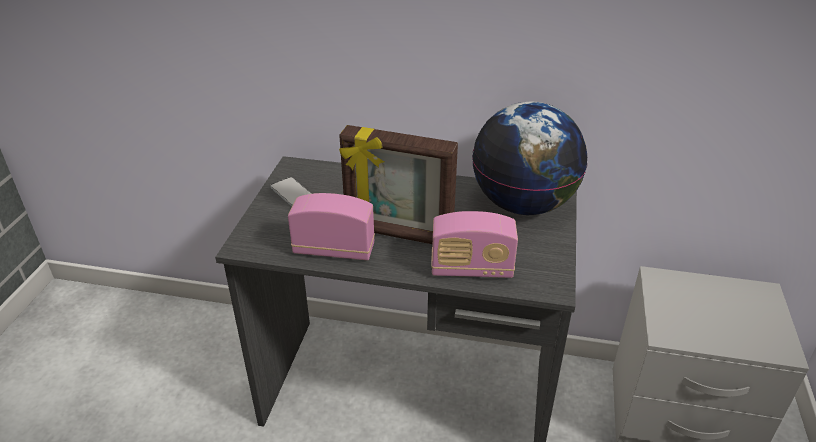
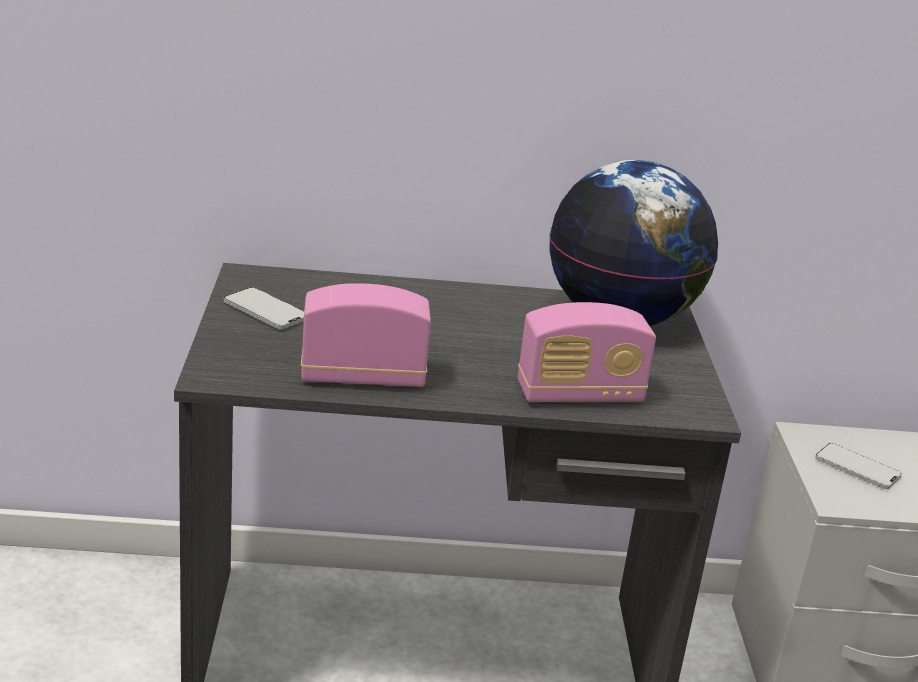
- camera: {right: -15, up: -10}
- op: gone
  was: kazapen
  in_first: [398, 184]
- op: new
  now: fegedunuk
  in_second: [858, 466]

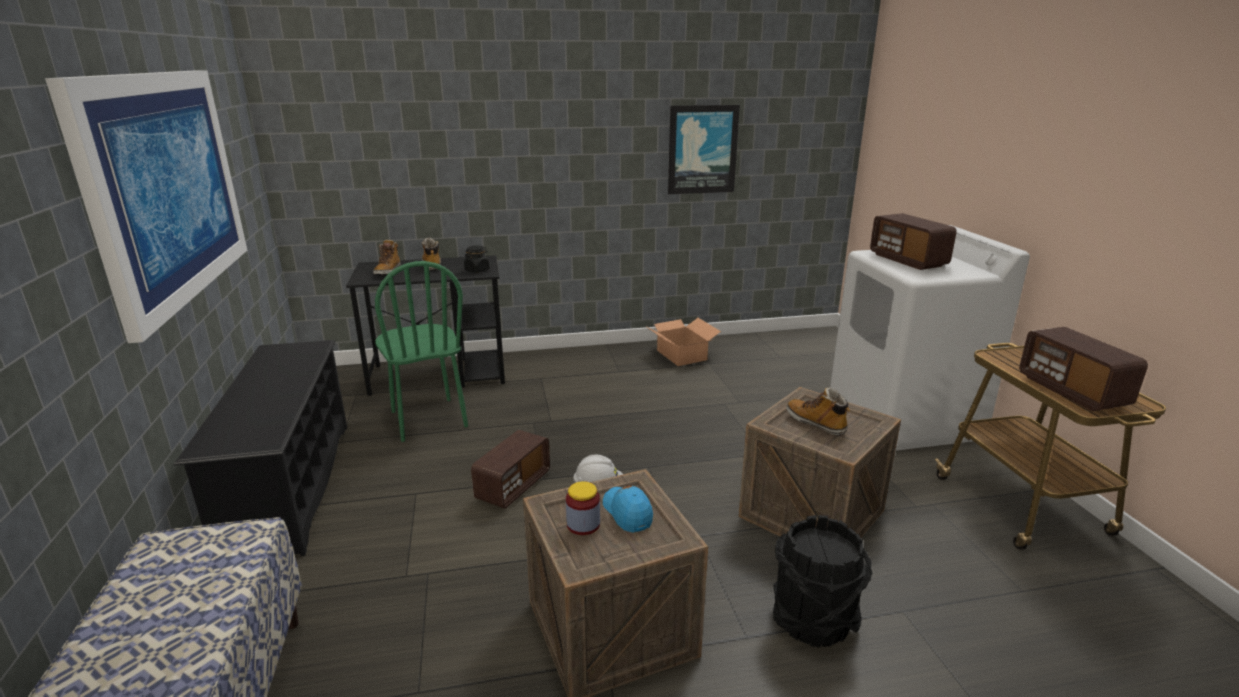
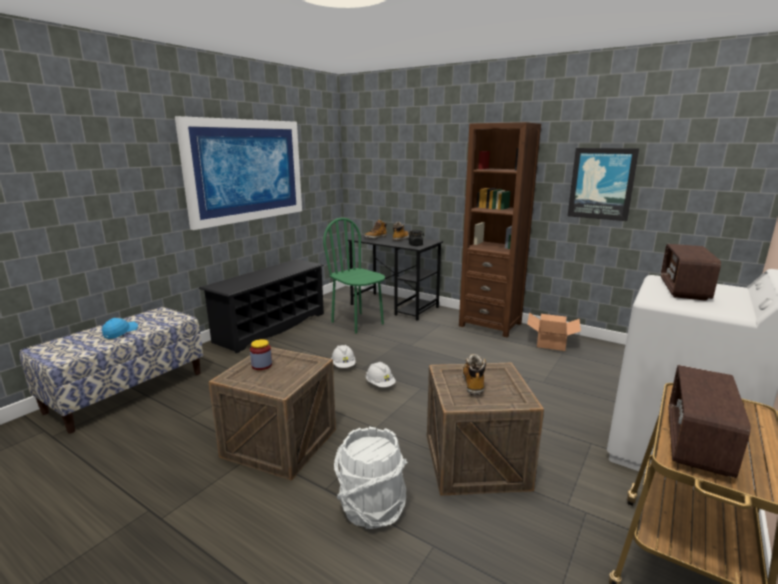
- camera: {right: 45, up: -5}
- op: rotated
  was: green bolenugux
  in_first: [421, 351]
  in_second: [354, 276]
  clockwise: 120
- op: swapped
  was: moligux
  now: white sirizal
  in_first: [510, 469]
  in_second: [343, 356]
- op: shifted
  was: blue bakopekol
  in_first: [628, 509]
  in_second: [120, 328]
- op: repainted
  was: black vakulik
  now: white vakulik
  in_first: [822, 581]
  in_second: [371, 477]
- op: new
  now: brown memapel
  in_second: [500, 229]

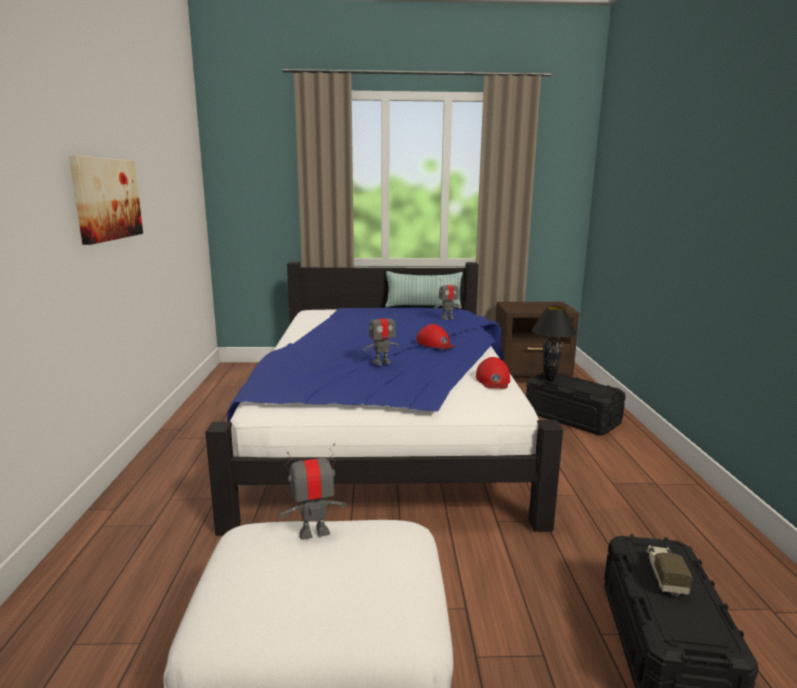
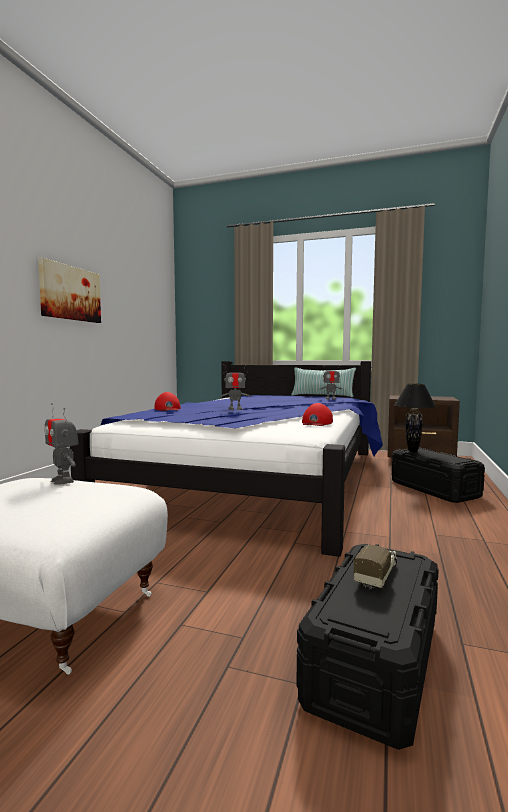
- camera: {right: 20, up: -10}
- op: rotated
  was: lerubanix
  in_first: [313, 491]
  in_second: [61, 444]
  clockwise: -135
- op: shifted
  was: red bakopekol
  in_first: [435, 336]
  in_second: [167, 401]

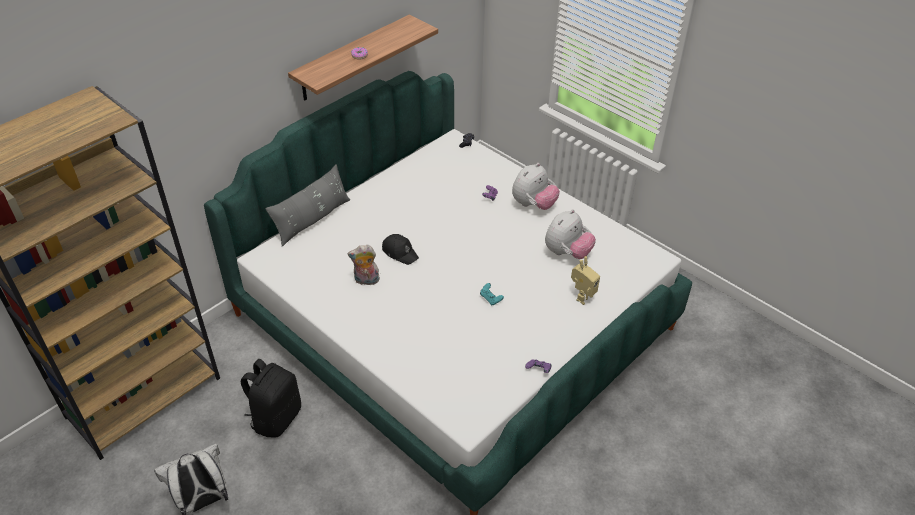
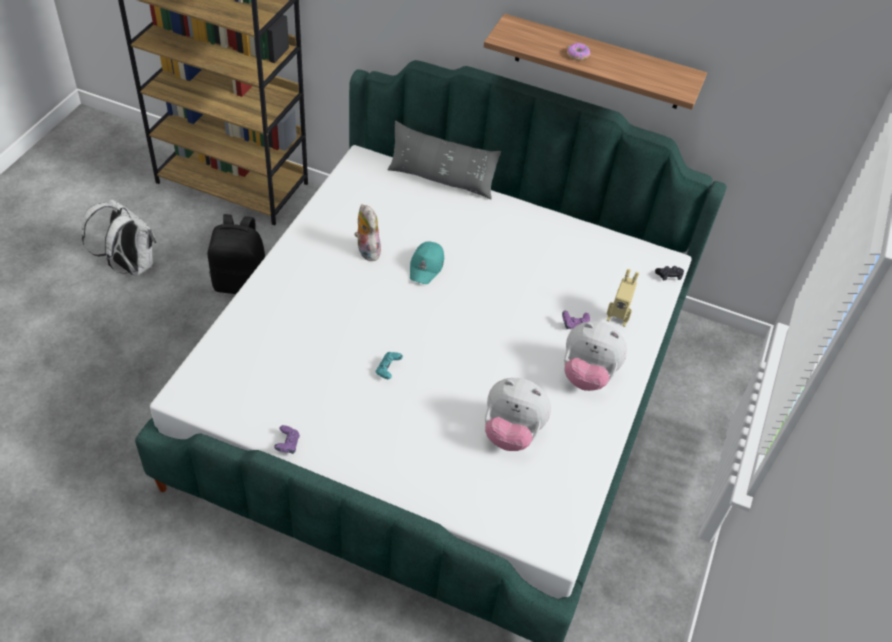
- camera: {right: 65, up: 5}
- op: repainted
  was: black bakopekol
  now: turquoise bakopekol
  in_first: [400, 249]
  in_second: [427, 262]
- op: shifted
  was: lerubanix
  in_first: [585, 280]
  in_second: [622, 298]

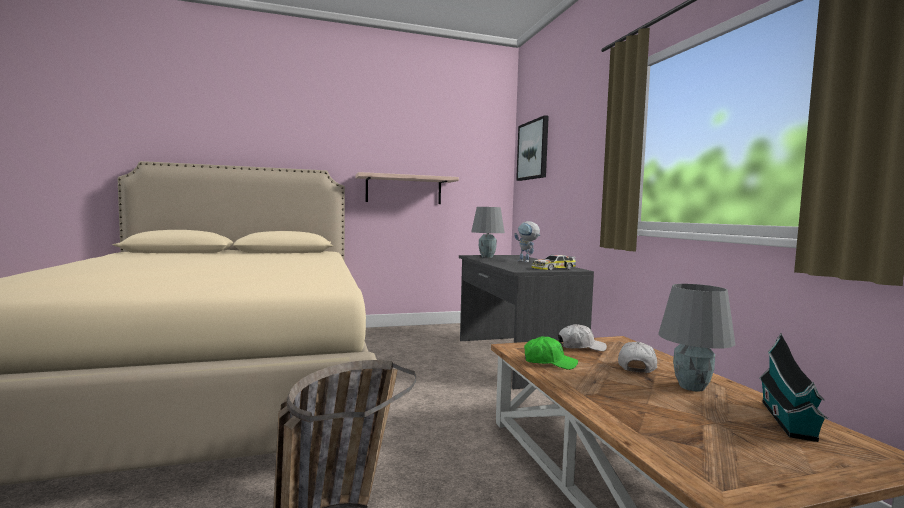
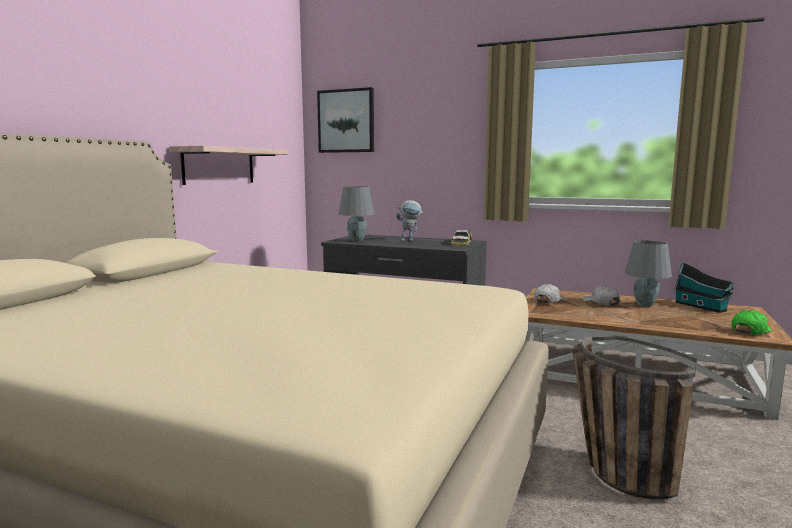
- camera: {right: -50, up: 5}
- op: shifted
  was: green bakopekol
  in_first: [551, 353]
  in_second: [751, 322]

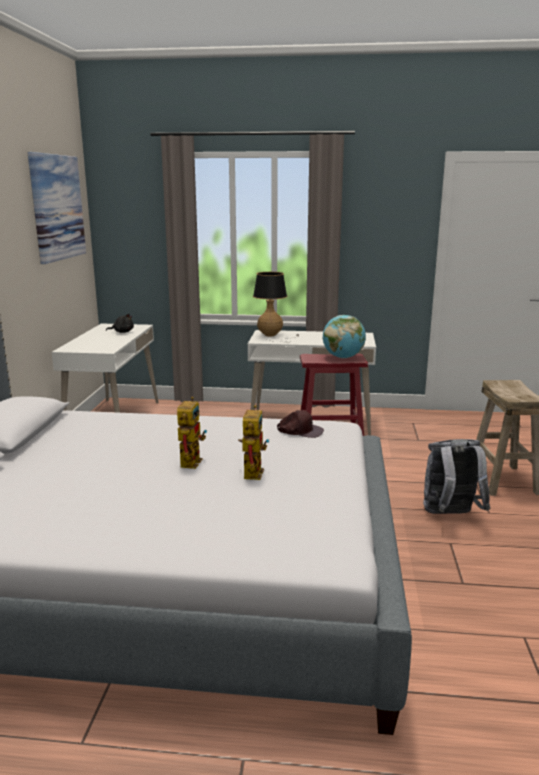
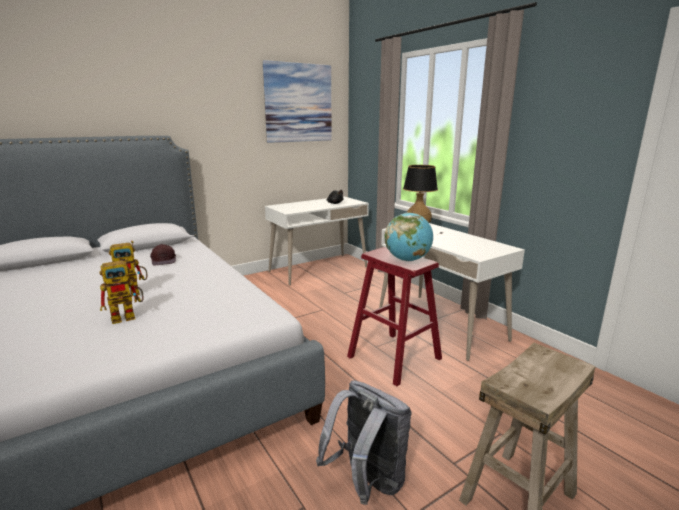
- camera: {right: 50, up: 0}
- op: shifted
  was: brown bakopekol
  in_first: [300, 424]
  in_second: [163, 255]

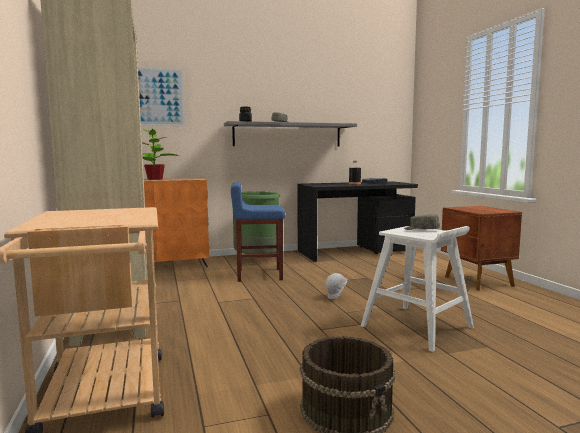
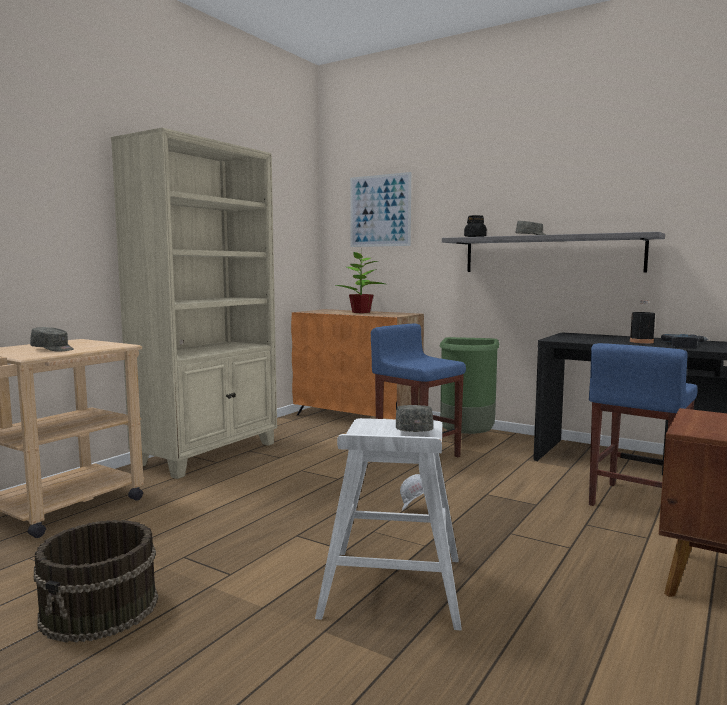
- camera: {right: 50, up: 0}
- op: new
  now: grey bakopekol
  in_second: [52, 339]
- op: new
  now: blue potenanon
  in_second: [643, 424]

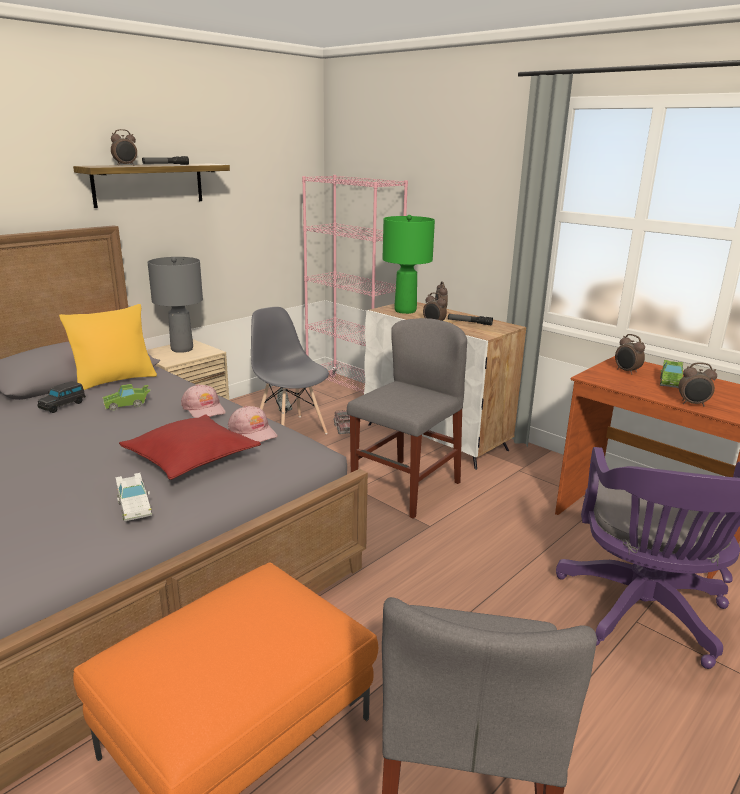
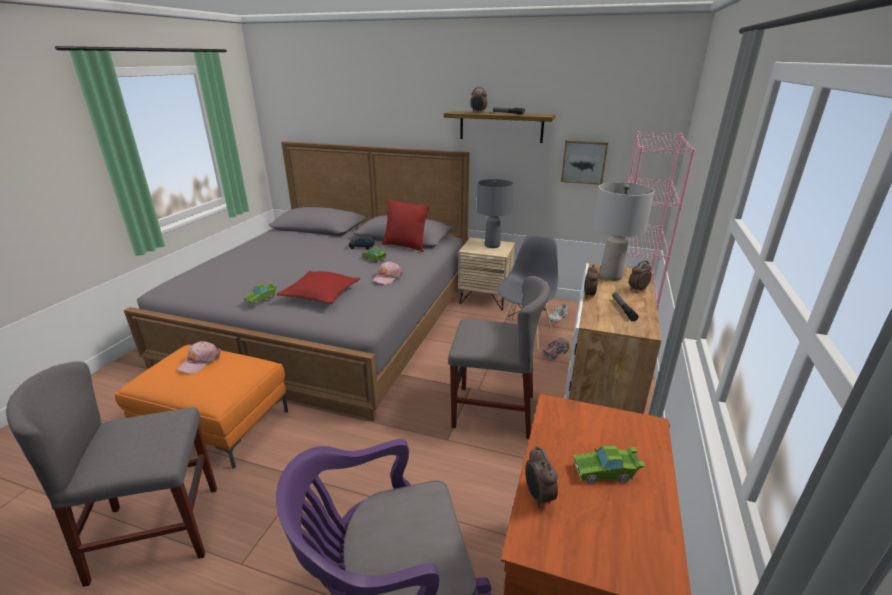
- camera: {right: 65, up: 5}
- op: repainted
  was: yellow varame
  now: red varame
  in_first: [108, 347]
  in_second: [406, 225]
- op: repainted
  was: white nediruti
  now: green nediruti
  in_first: [133, 497]
  in_second: [260, 293]
- op: shifted
  was: pink bakopekol
  in_first: [253, 424]
  in_second: [198, 357]
- op: repainted
  was: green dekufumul
  now: grey dekufumul
  in_first: [408, 264]
  in_second: [623, 231]
- op: gone
  was: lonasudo
  in_first: [630, 354]
- op: new
  now: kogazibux
  in_second: [584, 162]

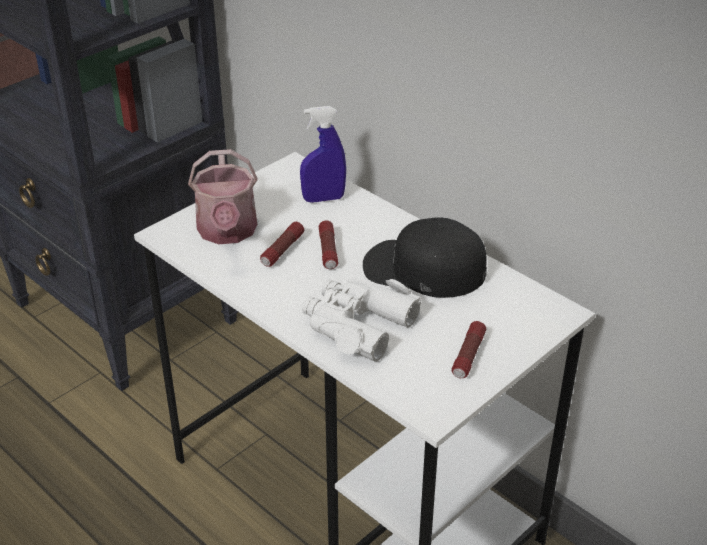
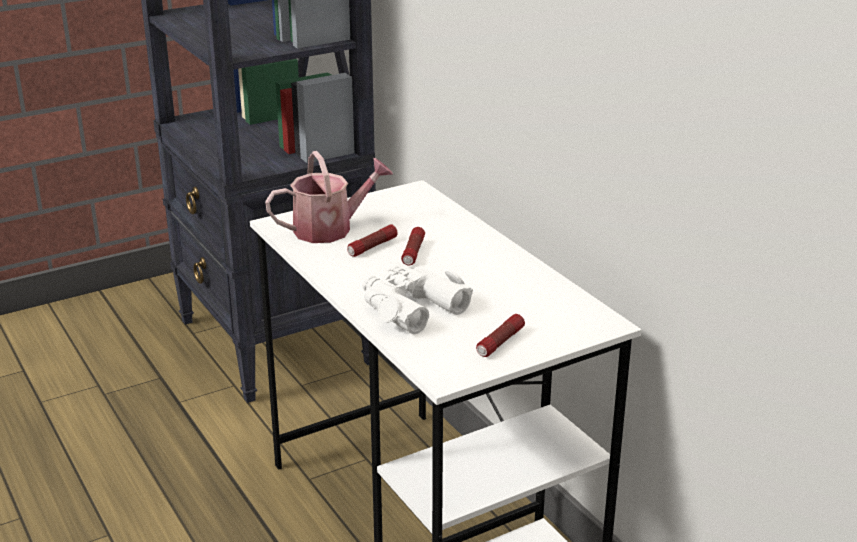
- camera: {right: 15, up: -10}
- op: rotated
  was: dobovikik
  in_first: [223, 196]
  in_second: [329, 197]
  clockwise: -120
- op: gone
  was: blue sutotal
  in_first: [323, 154]
- op: gone
  was: black bakopekol
  in_first: [425, 258]

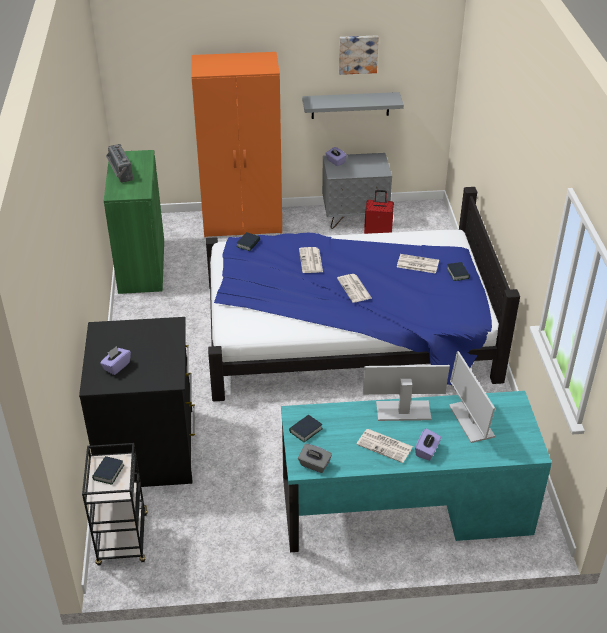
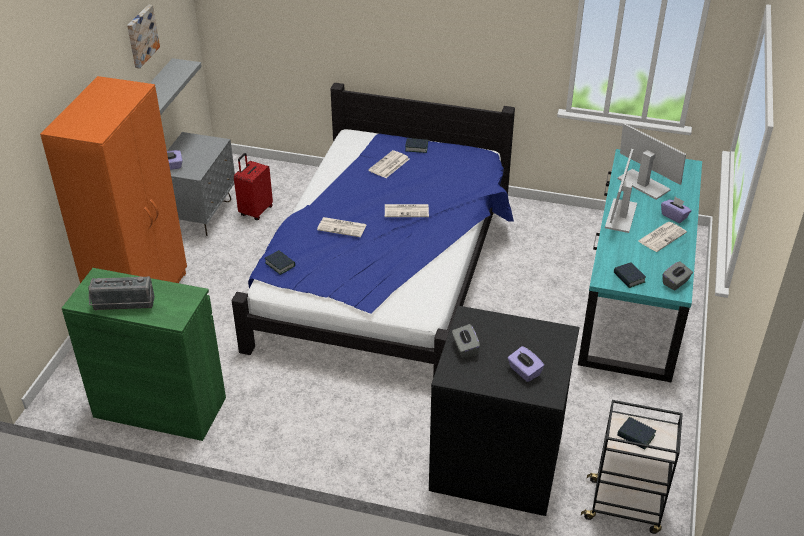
- camera: {right: -70, up: 0}
- op: rotated
  was: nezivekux
  in_first: [472, 397]
  in_second: [652, 161]
  clockwise: -135
- op: new
  now: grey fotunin
  in_second: [466, 341]

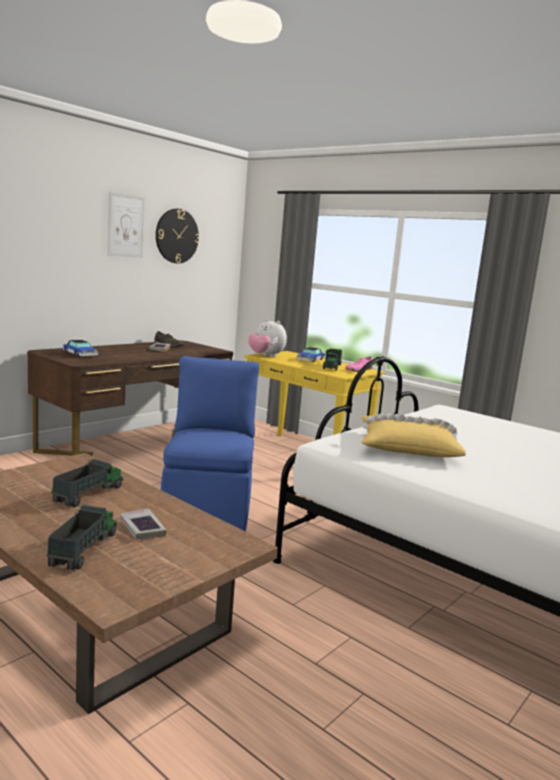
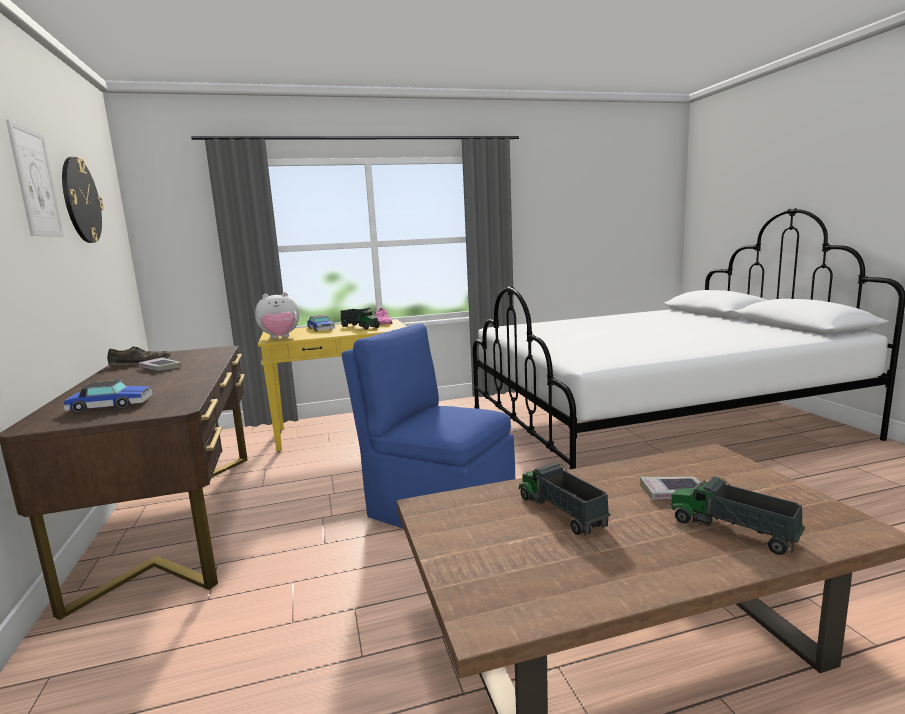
- camera: {right: -55, up: 0}
- op: gone
  was: yellow varame
  in_first: [414, 435]

